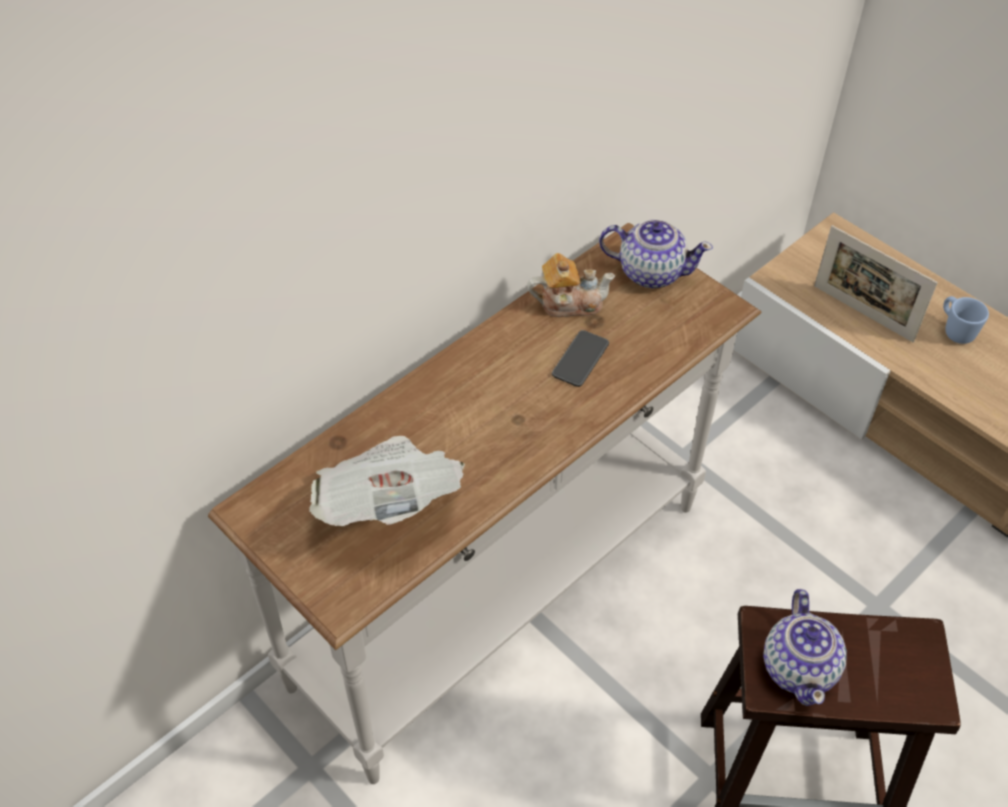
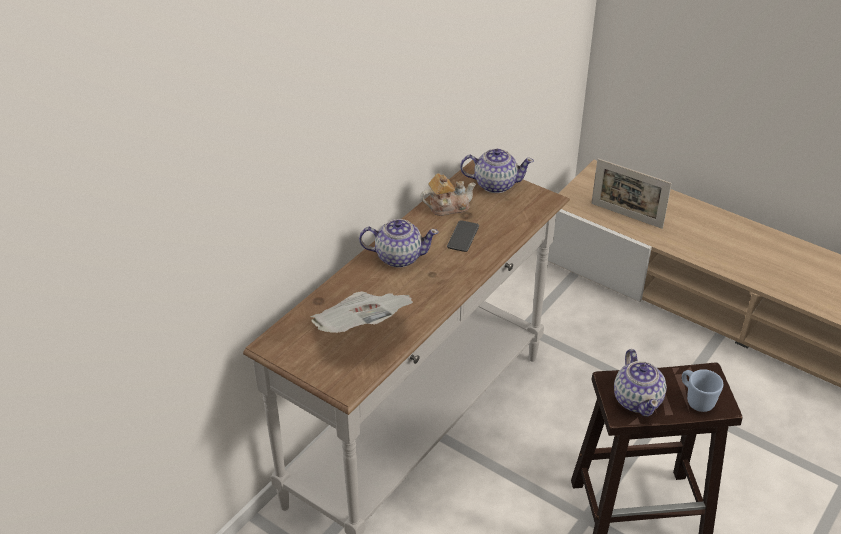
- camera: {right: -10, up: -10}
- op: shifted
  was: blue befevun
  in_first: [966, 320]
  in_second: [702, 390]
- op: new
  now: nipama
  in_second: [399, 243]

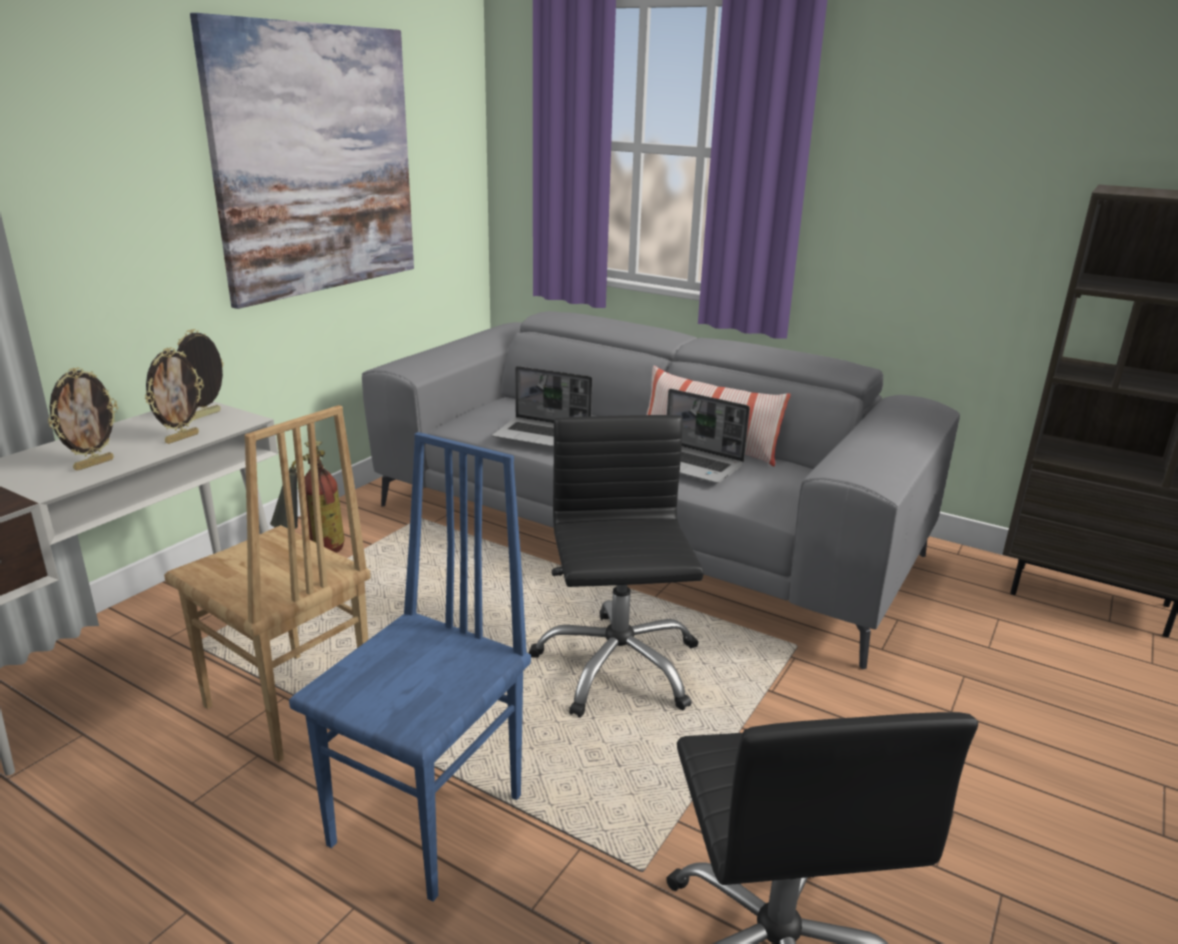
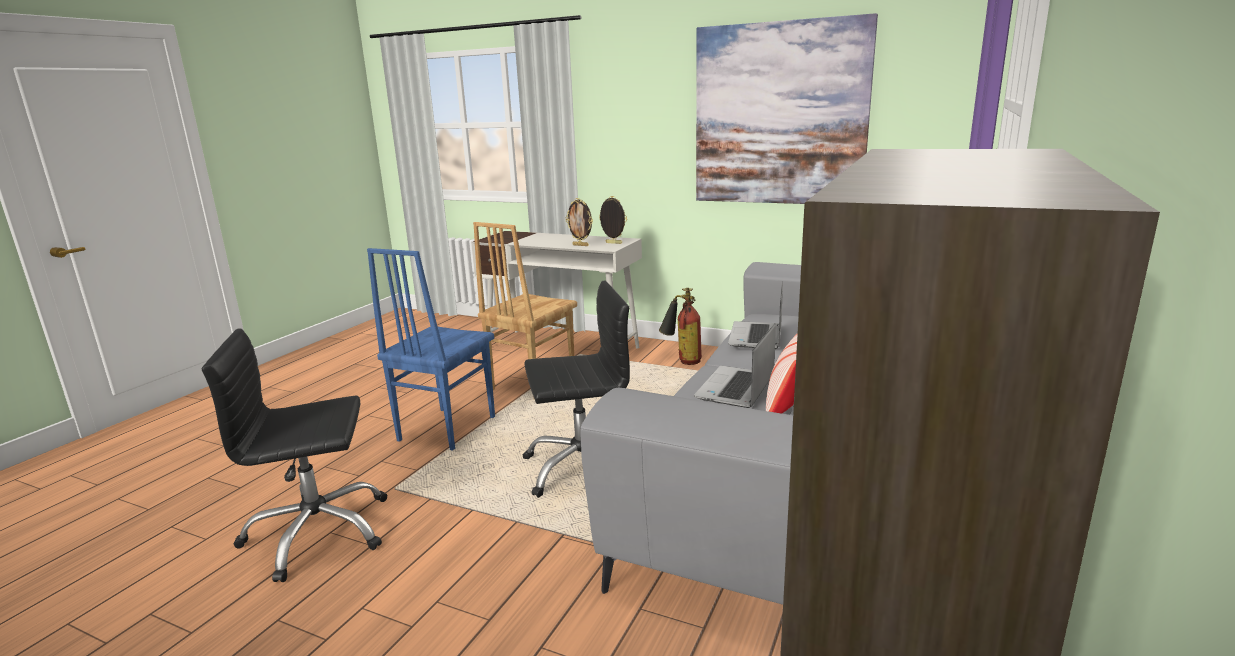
- camera: {right: 85, up: -5}
- op: gone
  was: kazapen
  in_first: [83, 419]
- op: rotated
  was: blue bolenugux
  in_first: [410, 667]
  in_second: [431, 349]
  clockwise: 90

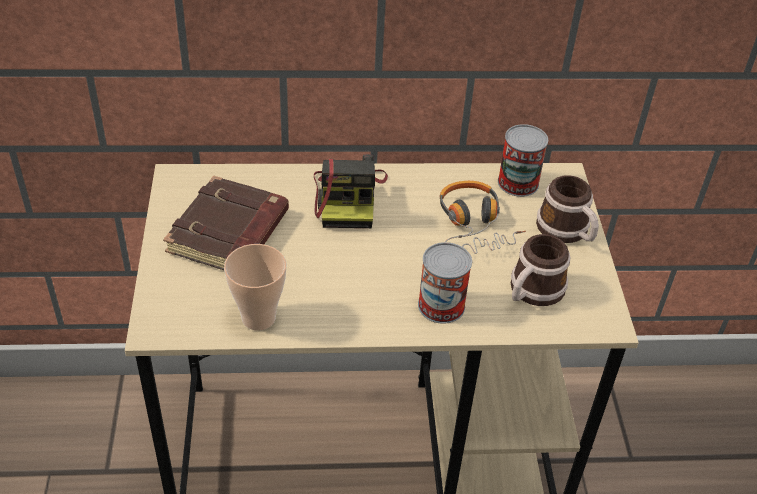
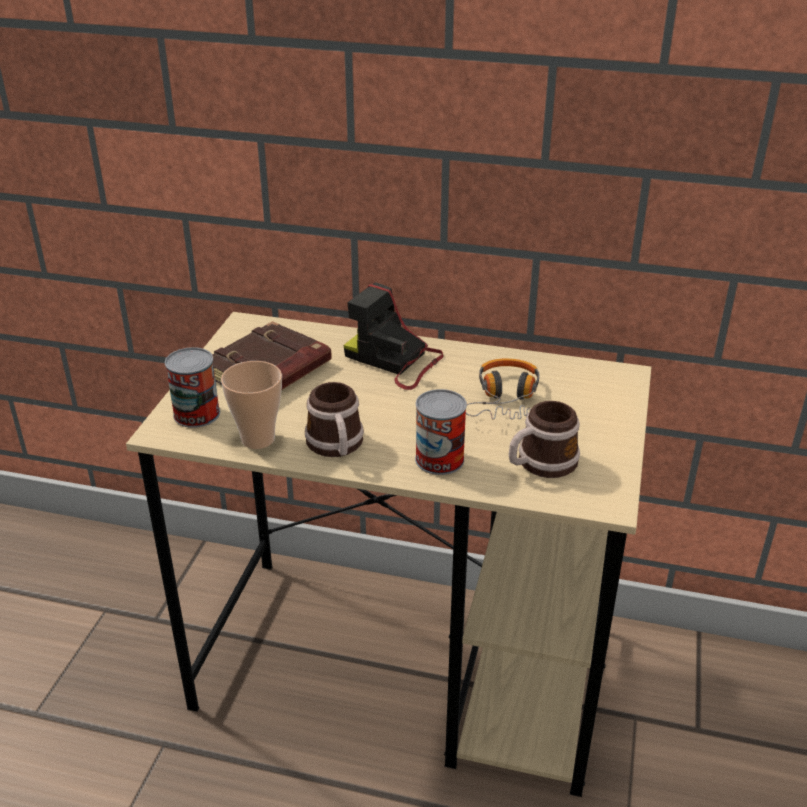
- camera: {right: 20, up: -10}
- op: rotated
  was: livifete
  in_first: [351, 191]
  in_second: [393, 336]
  clockwise: 105
- op: shifted
  was: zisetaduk
  in_first: [523, 160]
  in_second: [192, 387]
- op: shifted
  was: befevun
  in_first: [567, 209]
  in_second: [334, 419]

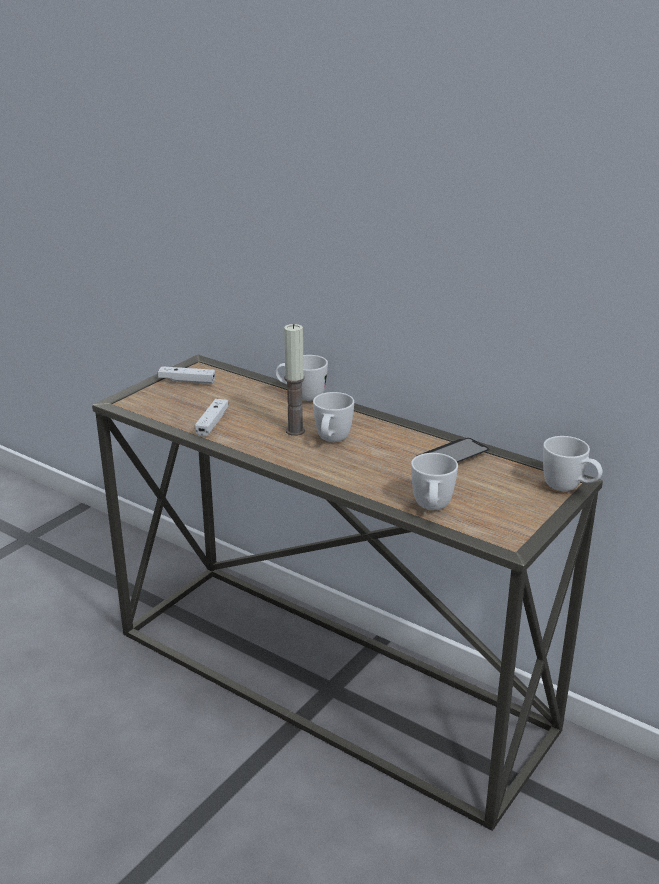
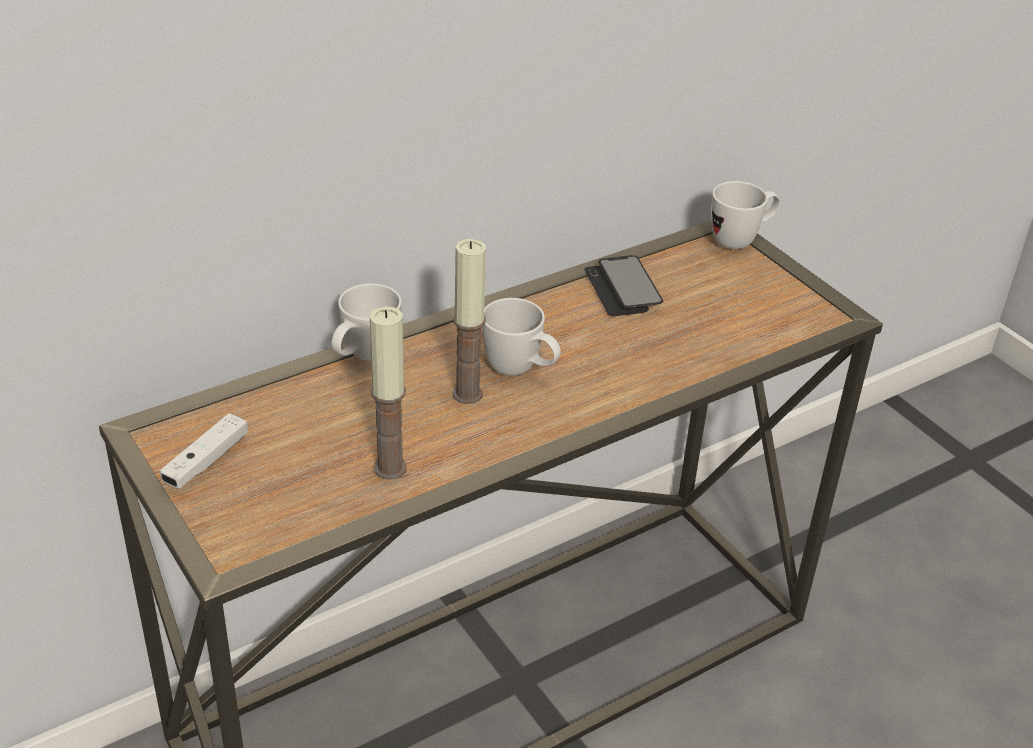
- camera: {right: -70, up: 10}
- op: swapped
  was: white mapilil
  now: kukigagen
  in_first: [212, 418]
  in_second: [388, 393]
- op: gone
  was: white befevun
  in_first: [434, 481]

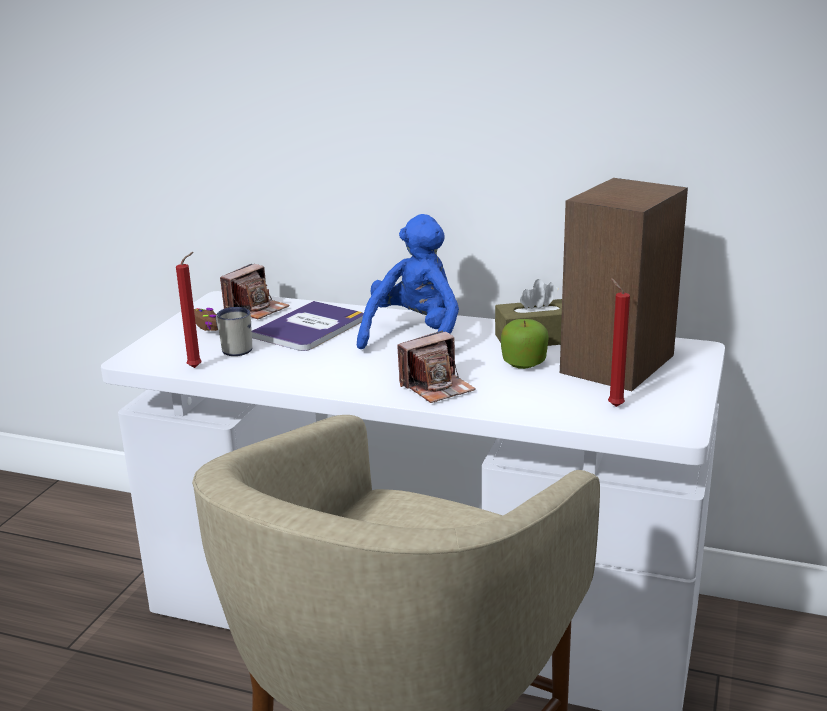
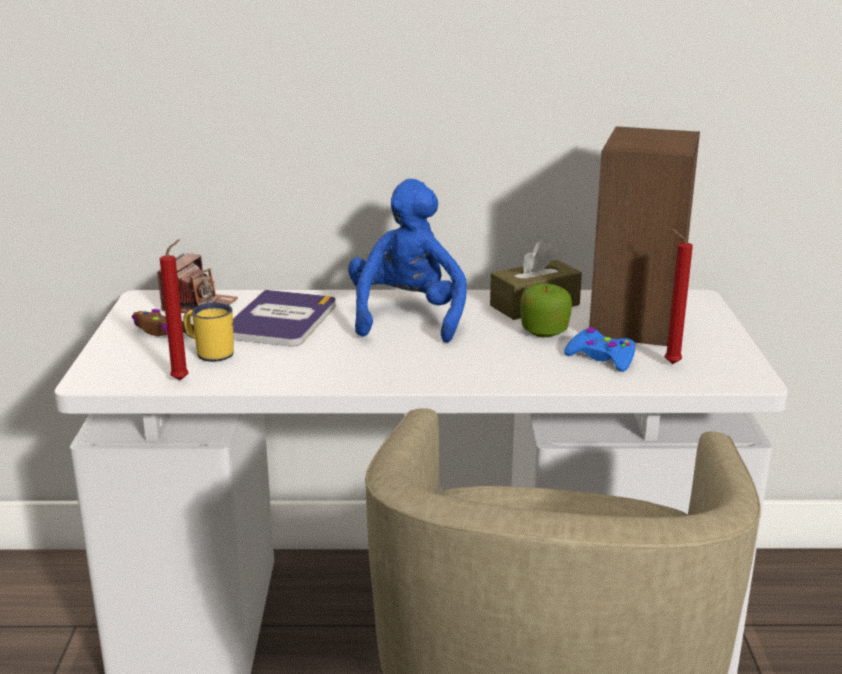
- camera: {right: -20, up: 0}
- op: repainted
  was: white befevun
  now: yellow befevun
  in_first: [234, 331]
  in_second: [208, 332]
- op: gone
  was: livifete
  in_first: [436, 366]
- op: new
  now: blue mapilil
  in_second: [600, 349]

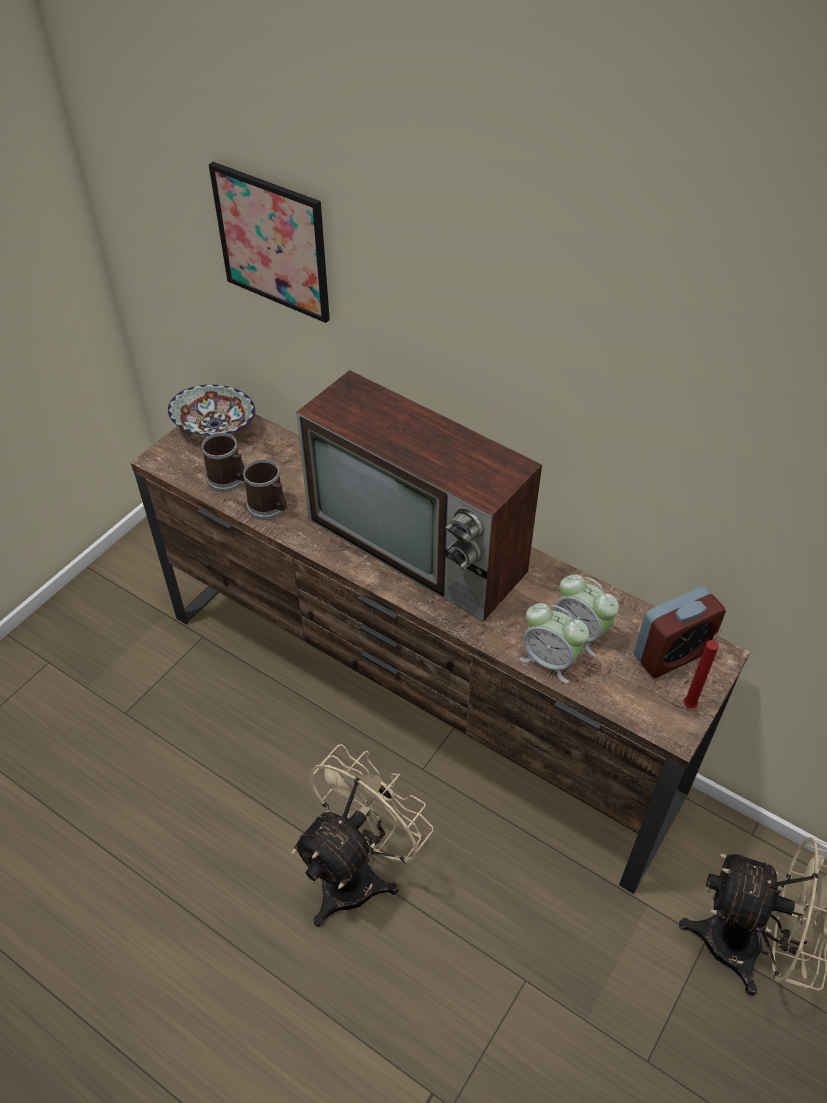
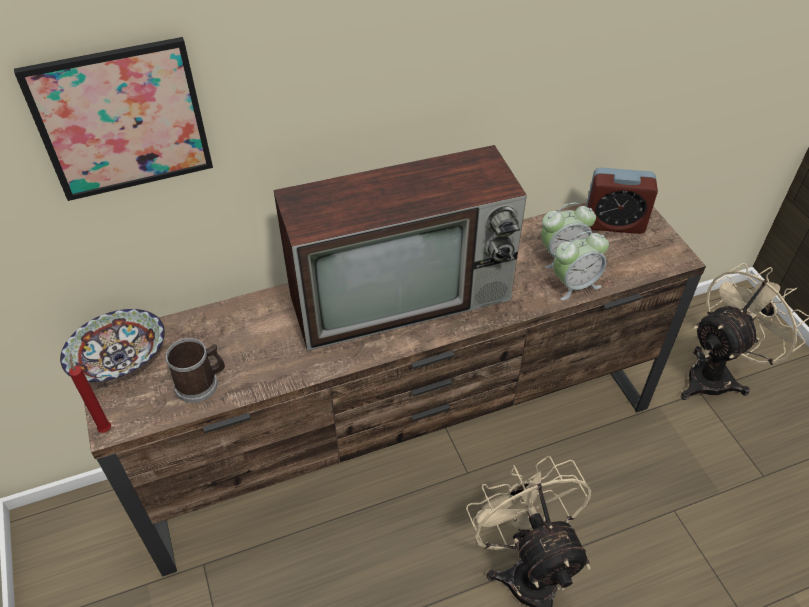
- camera: {right: -55, up: 0}
- op: gone
  was: befevun
  in_first: [265, 489]
- op: rotated
  was: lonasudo
  in_first: [680, 632]
  in_second: [622, 201]
  clockwise: 90
- op: shifted
  was: red kukigagen
  in_first: [702, 669]
  in_second: [90, 393]

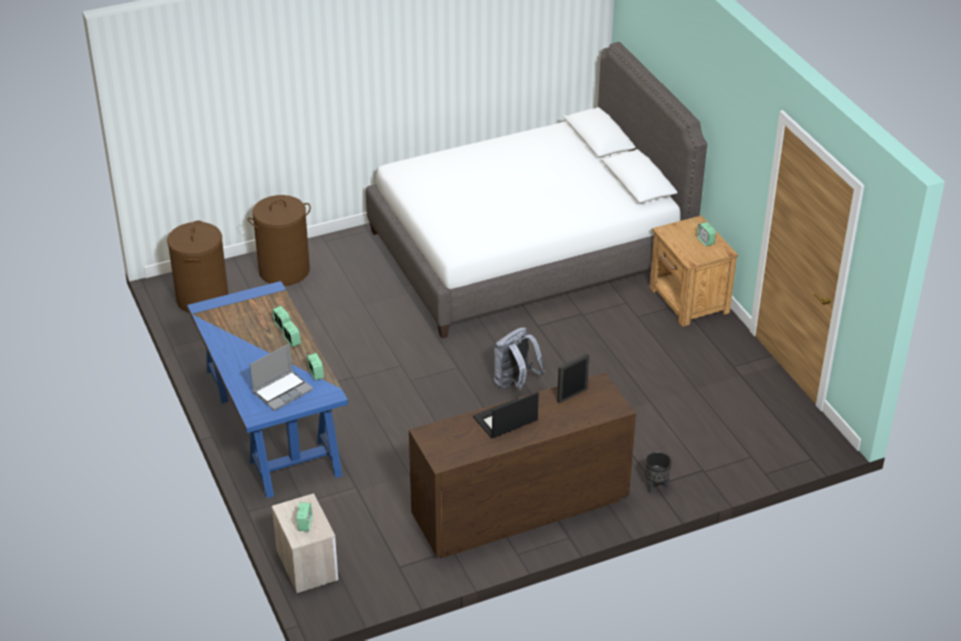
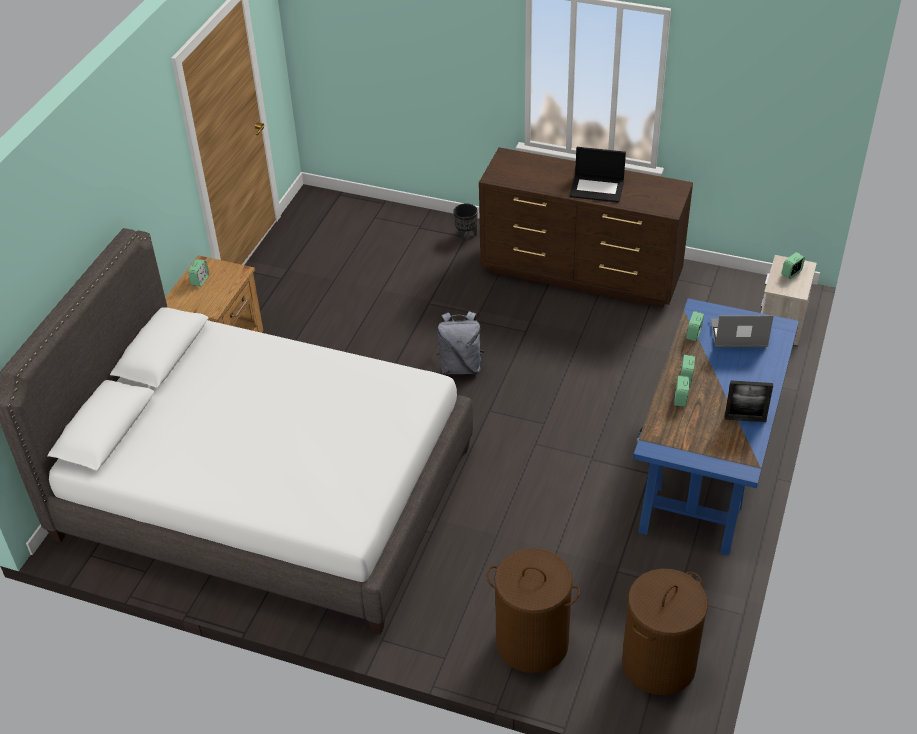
- camera: {right: -135, up: 5}
- op: shifted
  was: kazapen
  in_first: [573, 378]
  in_second: [749, 401]

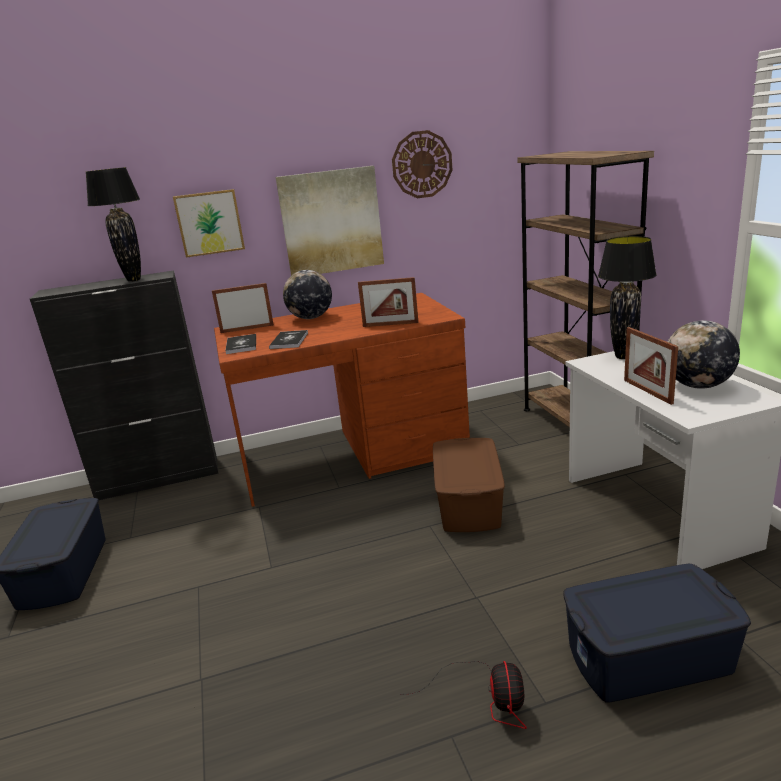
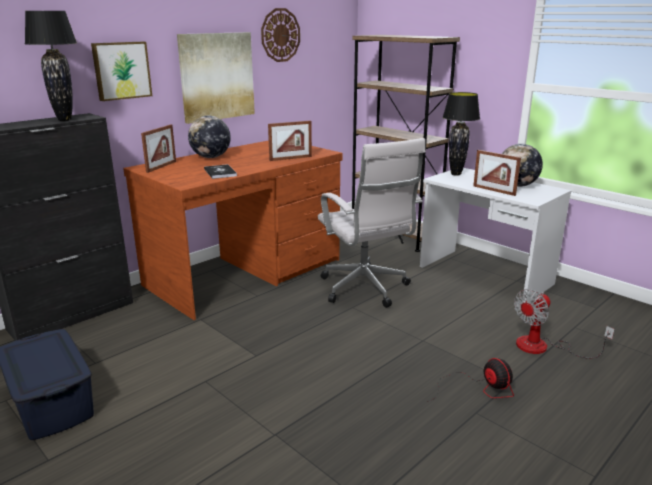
- camera: {right: -30, up: 0}
- op: rotated
  was: kazapen
  in_first: [243, 308]
  in_second: [158, 148]
  clockwise: 150
- op: gone
  was: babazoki
  in_first: [240, 344]
- op: swapped
  was: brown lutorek
  now: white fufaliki
  in_first: [469, 485]
  in_second: [371, 223]
- op: swapped
  was: blue lutorek
  now: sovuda
  in_first: [657, 633]
  in_second: [564, 323]

